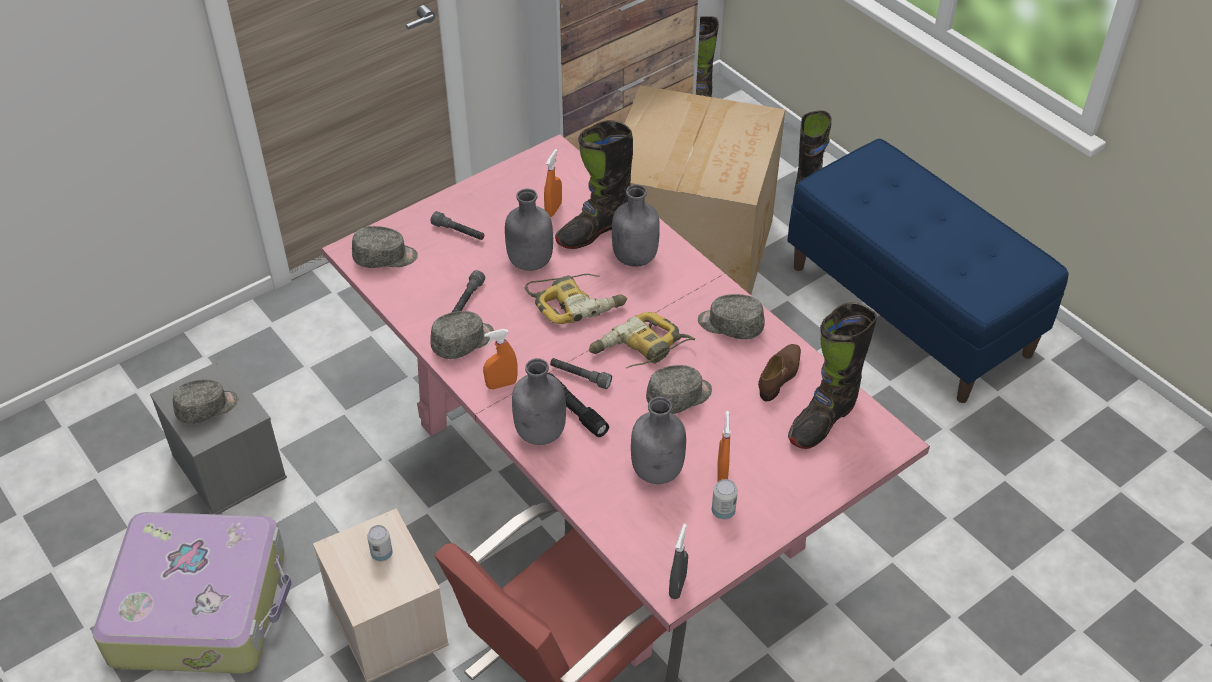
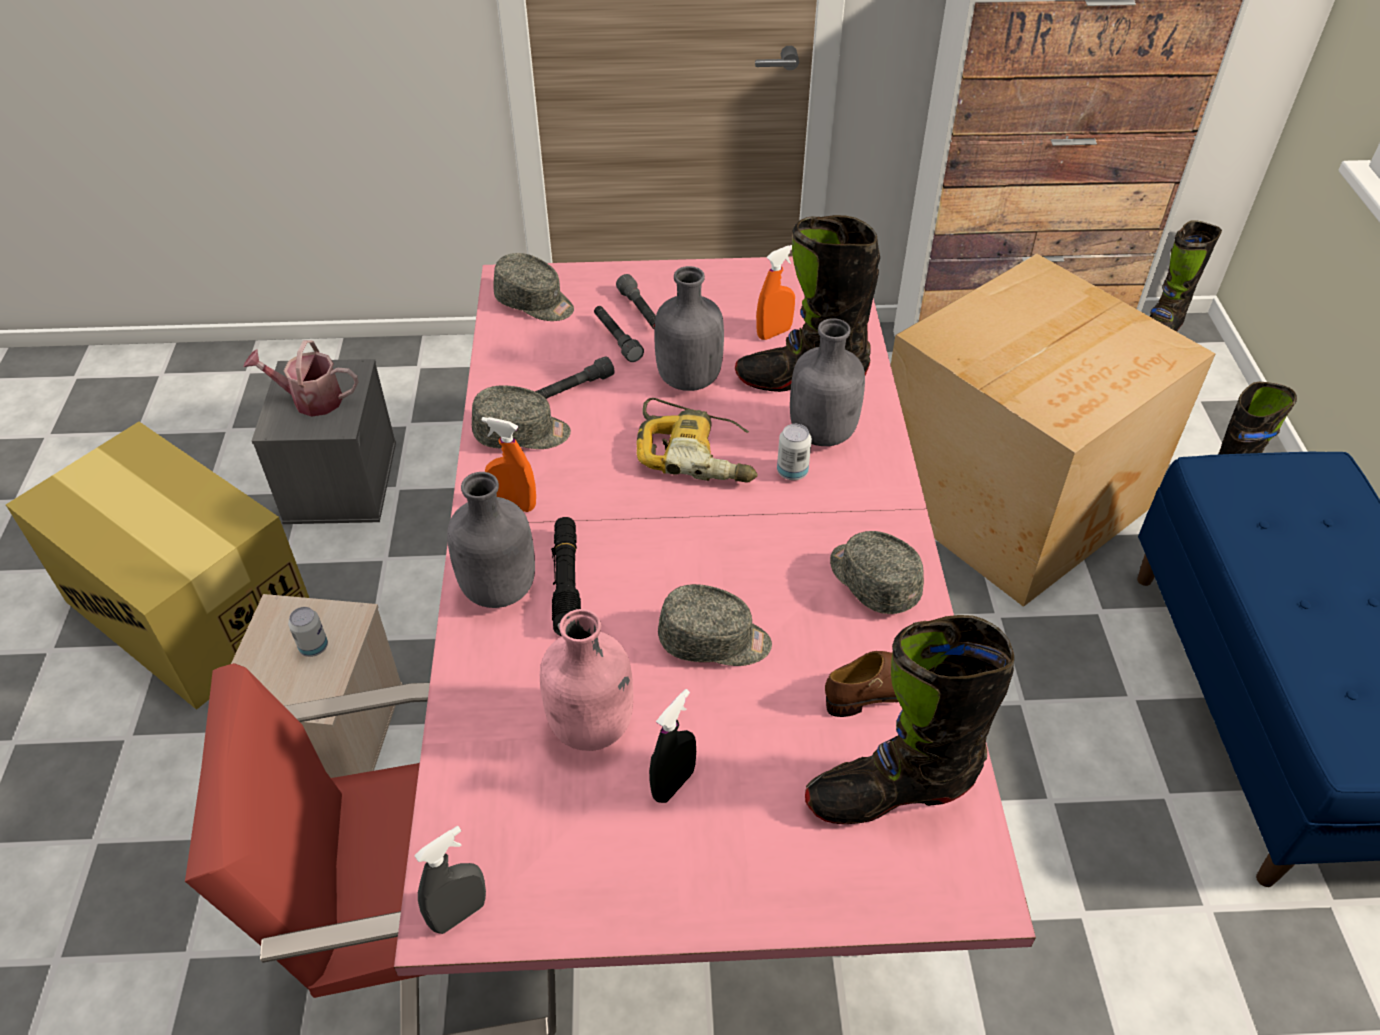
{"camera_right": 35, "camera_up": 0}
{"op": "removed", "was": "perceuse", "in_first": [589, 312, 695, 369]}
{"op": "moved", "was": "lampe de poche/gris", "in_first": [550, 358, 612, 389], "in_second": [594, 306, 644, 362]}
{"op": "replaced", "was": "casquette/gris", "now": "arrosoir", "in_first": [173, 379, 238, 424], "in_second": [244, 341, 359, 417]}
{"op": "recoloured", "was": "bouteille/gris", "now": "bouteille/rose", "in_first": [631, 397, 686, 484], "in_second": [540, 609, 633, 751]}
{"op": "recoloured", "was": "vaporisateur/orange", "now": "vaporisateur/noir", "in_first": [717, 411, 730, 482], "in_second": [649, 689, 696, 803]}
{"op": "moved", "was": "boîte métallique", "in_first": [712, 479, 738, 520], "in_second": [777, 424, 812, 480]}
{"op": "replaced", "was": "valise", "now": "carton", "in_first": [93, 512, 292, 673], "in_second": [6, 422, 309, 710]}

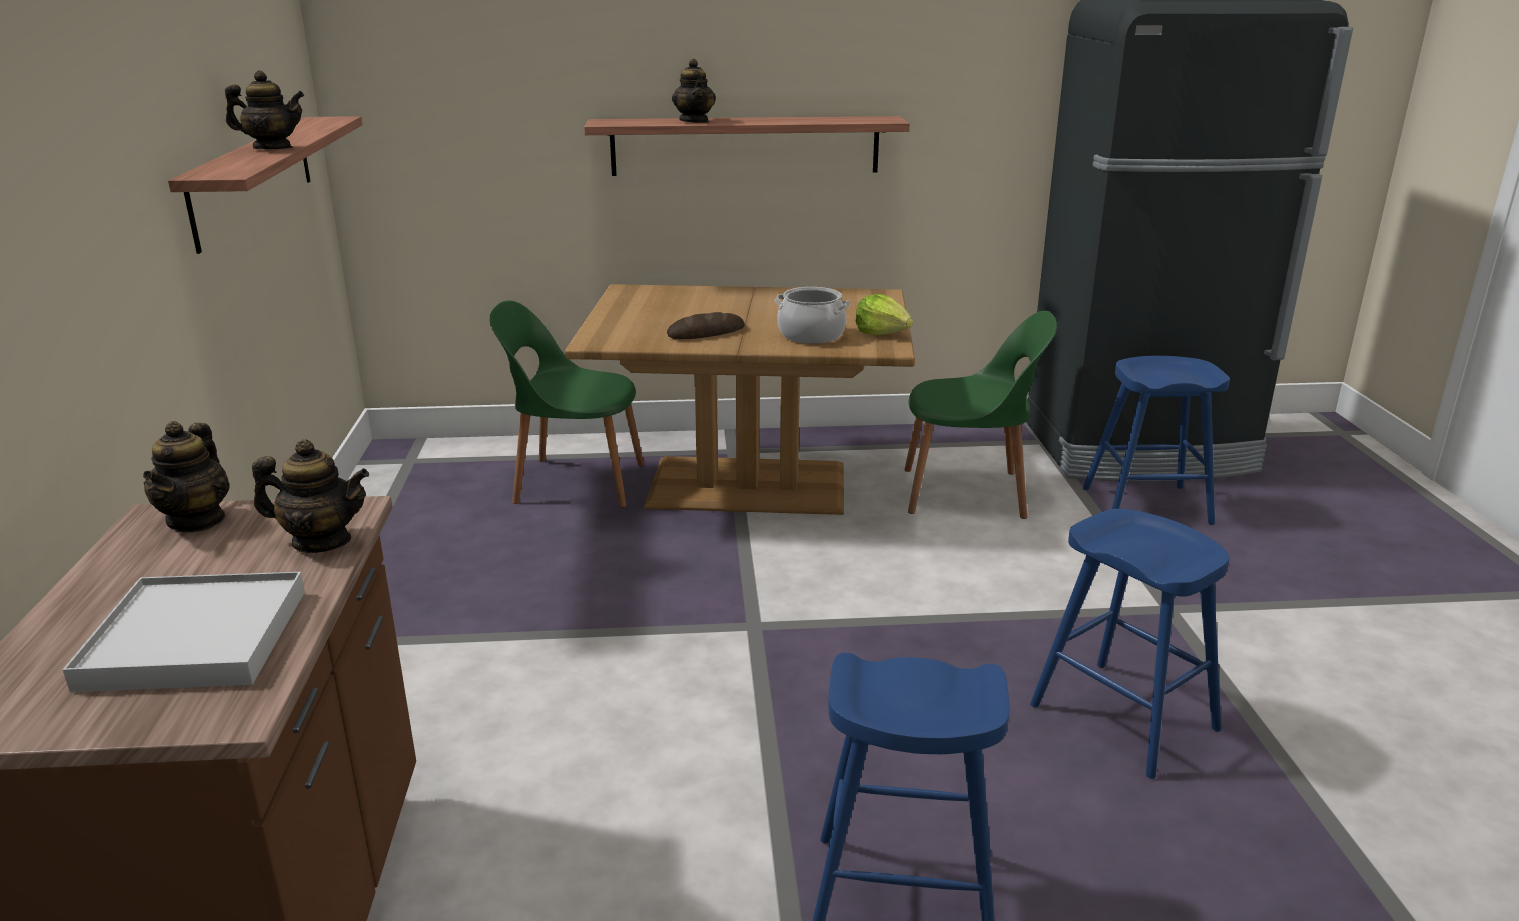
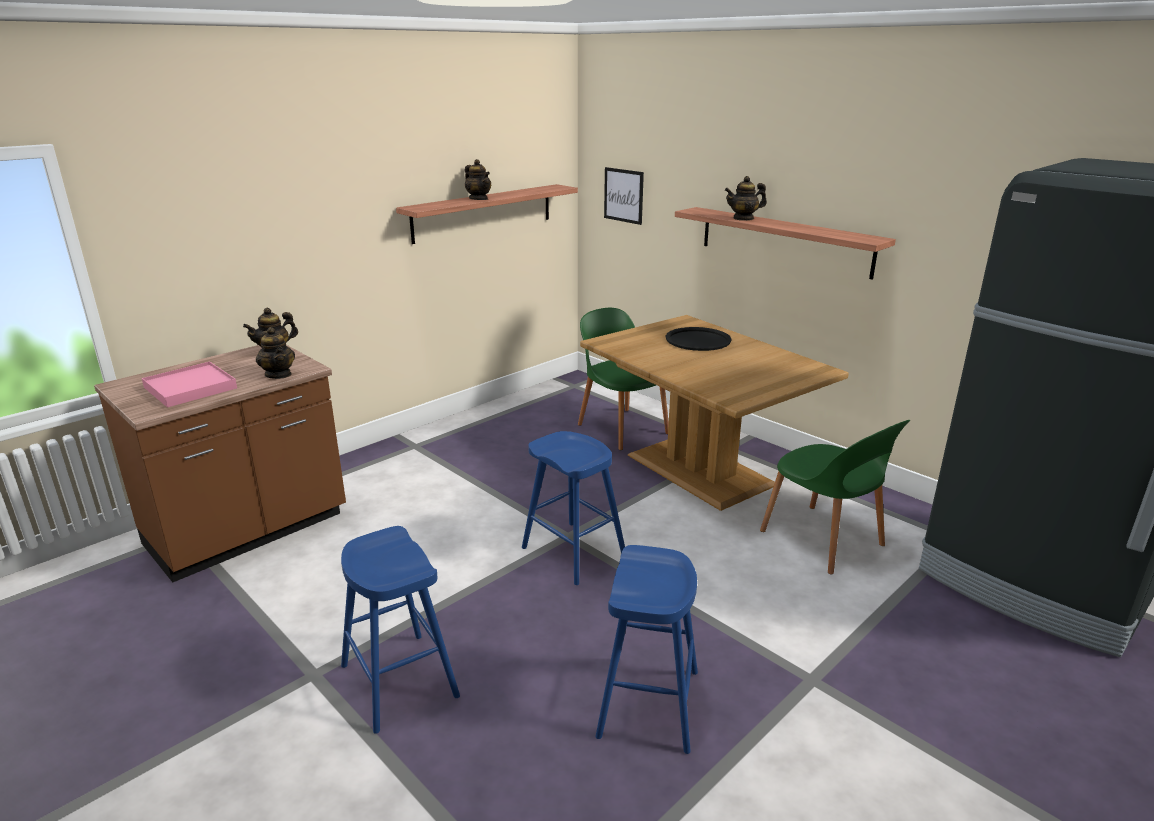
{"camera_right": 50, "camera_up": 0}
{"op": "turned", "was": "théière", "in_first": [672, 59, 716, 123], "in_second": [725, 176, 767, 221], "clockwise": 45}
{"op": "removed", "was": "marmite", "in_first": [775, 287, 850, 344]}
{"op": "removed", "was": "laitue", "in_first": [855, 294, 913, 335]}
{"op": "removed", "was": "pain", "in_first": [667, 312, 745, 339]}
{"op": "moved", "was": "tabouret/bleu", "in_first": [1083, 356, 1230, 525], "in_second": [522, 431, 625, 585]}
{"op": "recoloured", "was": "plateau/blanc", "now": "plateau/rose", "in_first": [63, 572, 305, 692], "in_second": [142, 361, 237, 407]}
{"op": "added", "now": "tableau", "in_second": [604, 167, 644, 225]}
{"op": "added", "now": "plateau/noir", "in_second": [666, 327, 732, 351]}

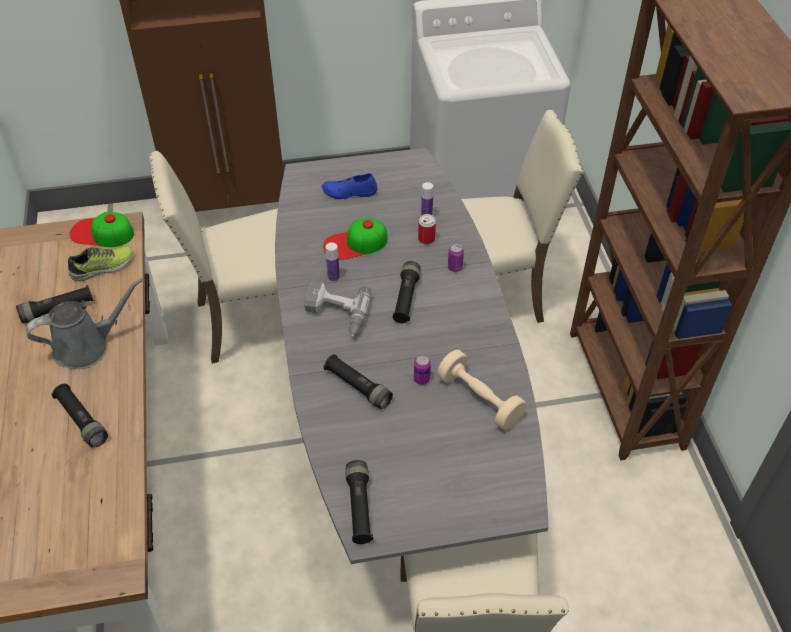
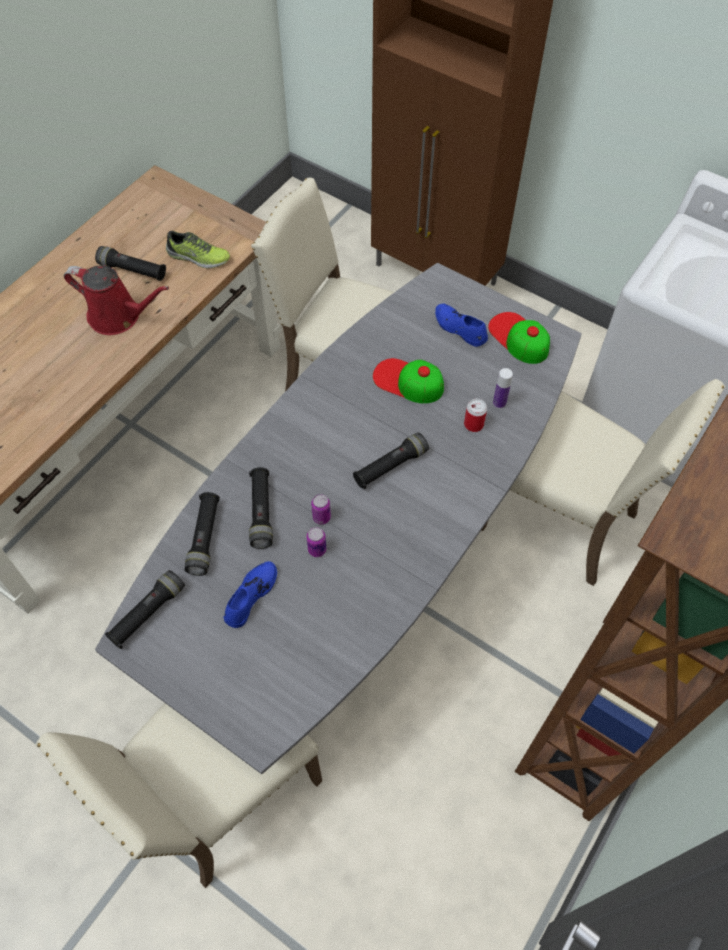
{"camera_right": 45, "camera_up": 10}
{"op": "moved", "was": "casquette", "in_first": [70, 211, 134, 247], "in_second": [488, 312, 550, 364]}
{"op": "removed", "was": "bouteille", "in_first": [326, 242, 340, 282]}
{"op": "moved", "was": "boîte métallique", "in_first": [448, 243, 464, 272], "in_second": [311, 494, 331, 525]}
{"op": "recoloured", "was": "arrosoir/gris", "now": "arrosoir/rouge", "in_first": [26, 278, 142, 369], "in_second": [64, 265, 169, 335]}
{"op": "removed", "was": "perceuse", "in_first": [304, 281, 371, 337]}
{"op": "removed", "was": "haltère/beige", "in_first": [437, 350, 526, 430]}
{"op": "moved", "was": "lampe de poche/noir", "in_first": [52, 384, 108, 448], "in_second": [185, 492, 220, 576]}
{"op": "added", "now": "chaussure/bleu", "in_second": [224, 561, 277, 628]}

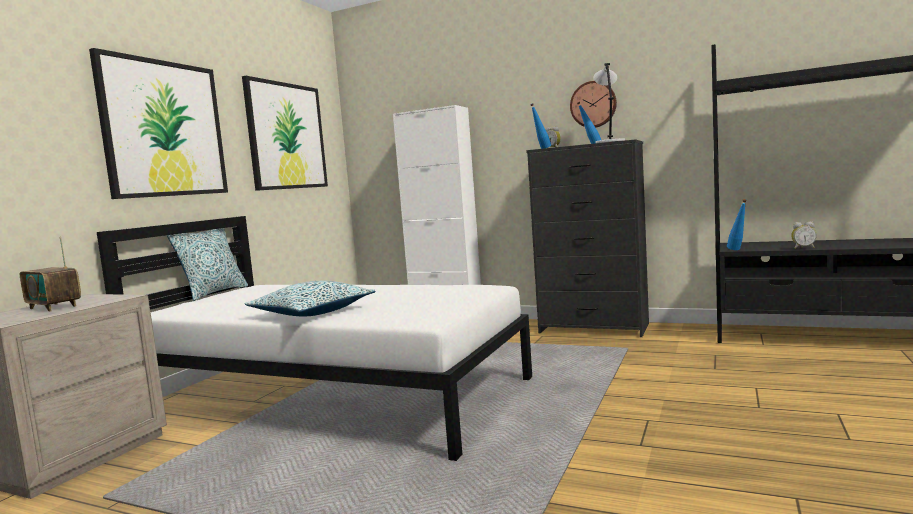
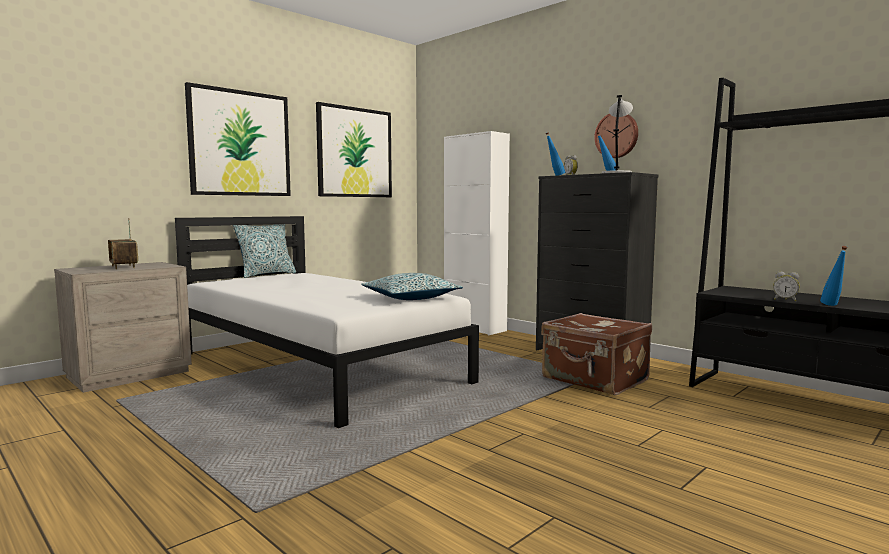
{"camera_right": 20, "camera_up": 0}
{"op": "moved", "was": "bouteille/bleu", "in_first": [727, 199, 747, 250], "in_second": [820, 246, 847, 306]}
{"op": "moved", "was": "coussin", "in_first": [245, 281, 376, 316], "in_second": [362, 273, 463, 300]}
{"op": "added", "now": "valise/marron", "in_second": [541, 313, 652, 395]}

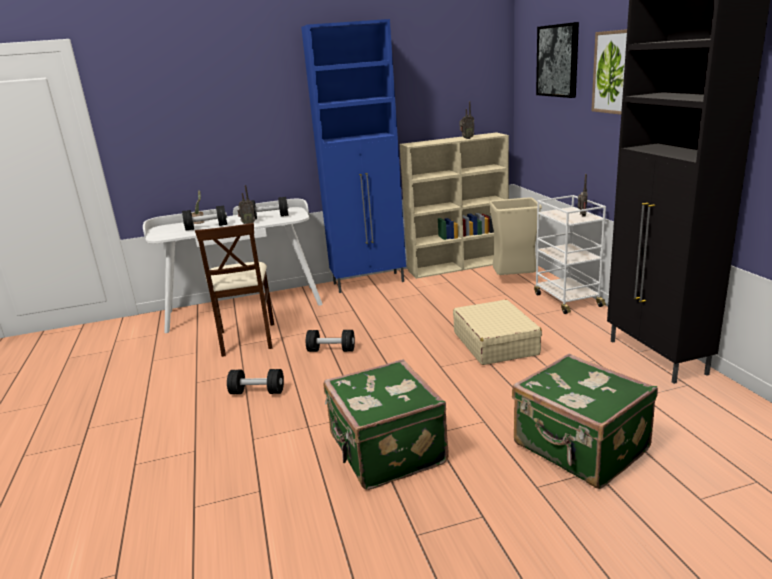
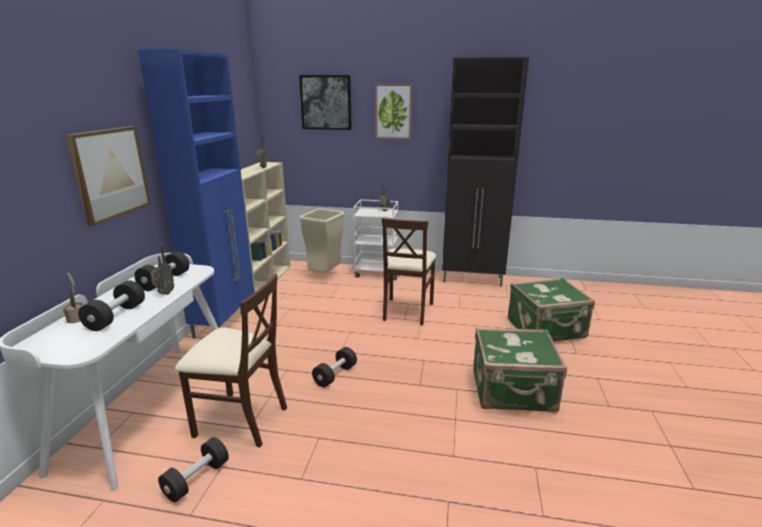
{"camera_right": -65, "camera_up": 0}
{"op": "replaced", "was": "valise/beige", "now": "chaise/beige", "in_first": [453, 300, 542, 365], "in_second": [382, 218, 437, 325]}
{"op": "moved", "was": "haltère/noir", "in_first": [227, 369, 284, 394], "in_second": [158, 437, 229, 502]}
{"op": "added", "now": "tableau", "in_second": [66, 126, 150, 226]}

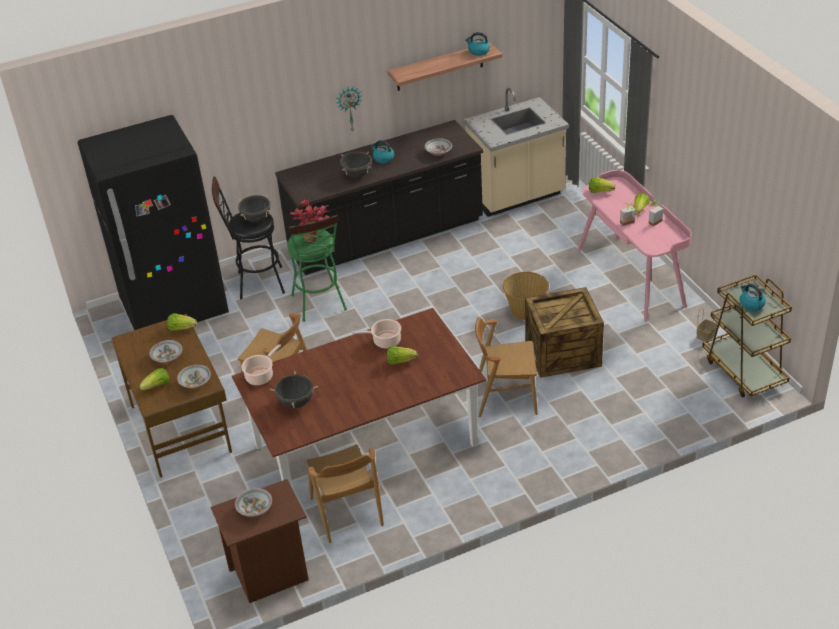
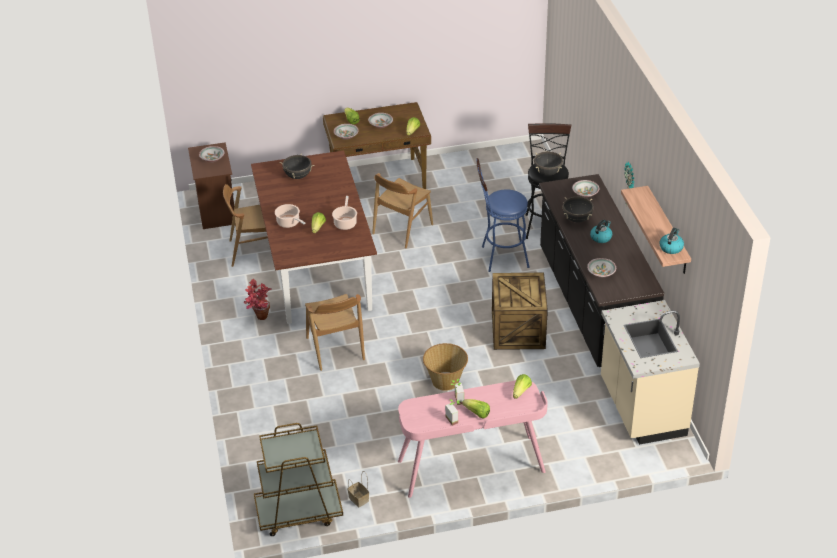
{"camera_right": 100, "camera_up": 0}
{"op": "removed", "was": "réfrigérateur/noir", "in_first": [78, 115, 229, 330]}
{"op": "moved", "was": "plante en pot", "in_first": [290, 200, 330, 243], "in_second": [244, 279, 271, 320]}
{"op": "recoloured", "was": "tabouret/vert", "now": "tabouret/bleu", "in_first": [287, 215, 347, 322], "in_second": [476, 158, 530, 272]}
{"op": "removed", "was": "bouilloire", "in_first": [739, 284, 766, 311]}
{"op": "moved", "was": "caisse", "in_first": [525, 287, 604, 378], "in_second": [492, 273, 548, 350]}
{"op": "turned", "was": "chaise/marron", "in_first": [475, 317, 538, 417], "in_second": [305, 294, 365, 371], "clockwise": 150}
{"op": "moved", "was": "marmite", "in_first": [241, 344, 281, 385], "in_second": [275, 204, 305, 228]}
{"op": "added", "now": "bol", "in_second": [572, 180, 600, 198]}

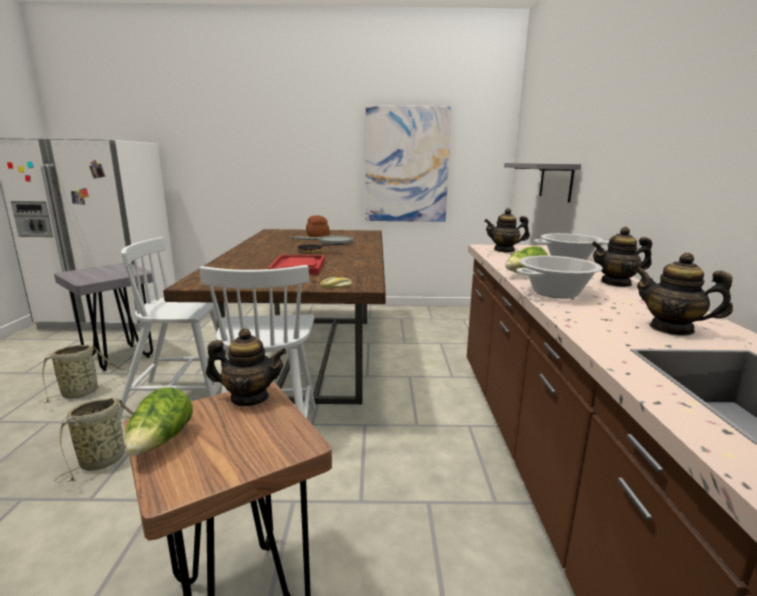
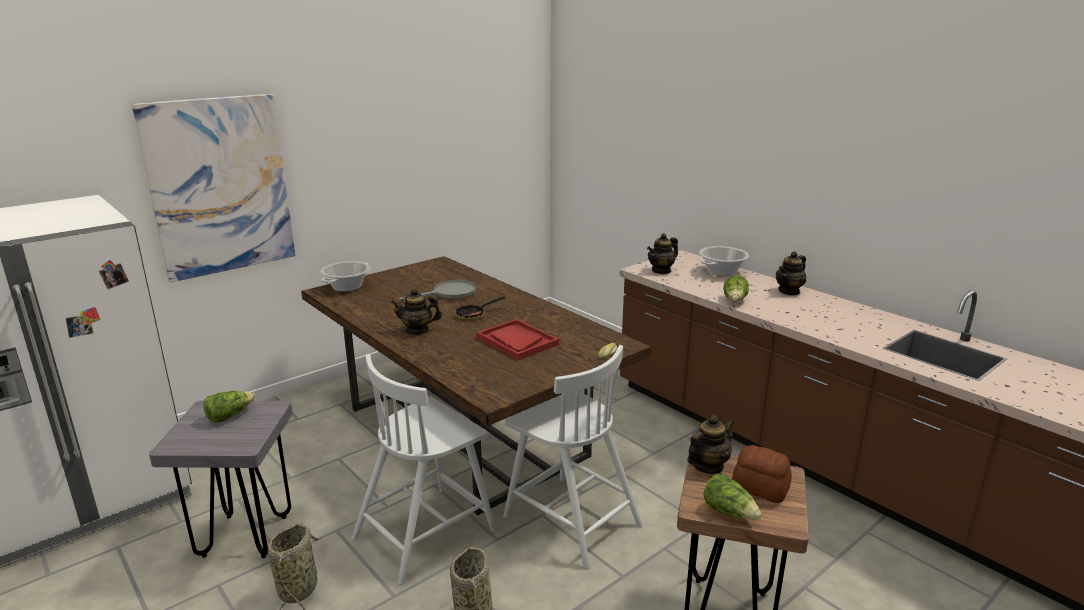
{"camera_right": -40, "camera_up": 5}
{"op": "moved", "was": "tableau", "in_first": [365, 105, 452, 222], "in_second": [132, 94, 296, 282]}
{"op": "removed", "was": "étagère/gris", "in_first": [504, 163, 581, 203]}
{"op": "moved", "was": "pain", "in_first": [306, 215, 330, 237], "in_second": [732, 445, 792, 503]}
{"op": "moved", "was": "théière", "in_first": [635, 253, 733, 336], "in_second": [391, 288, 442, 335]}
{"op": "moved", "was": "marmite", "in_first": [516, 256, 603, 298], "in_second": [320, 261, 370, 292]}
{"op": "added", "now": "laitue", "in_second": [203, 391, 255, 423]}

